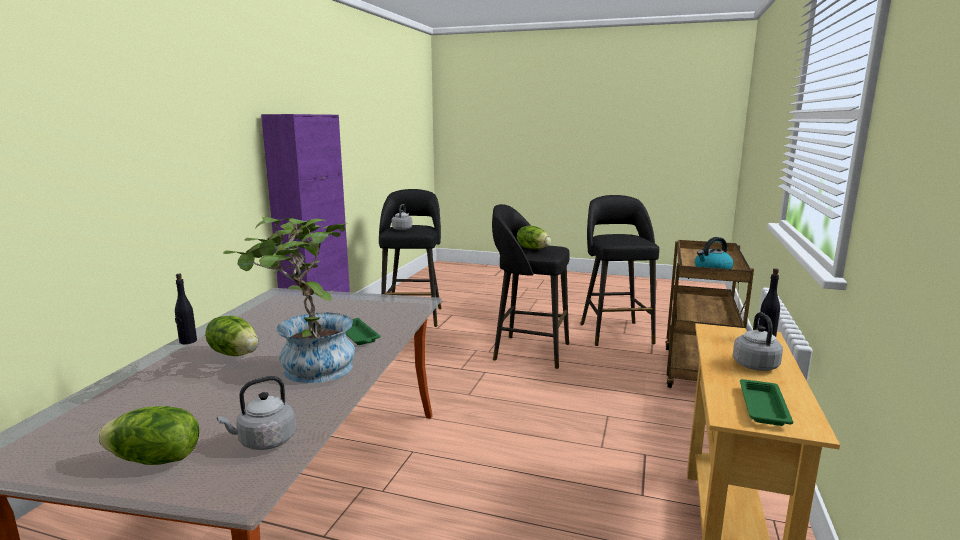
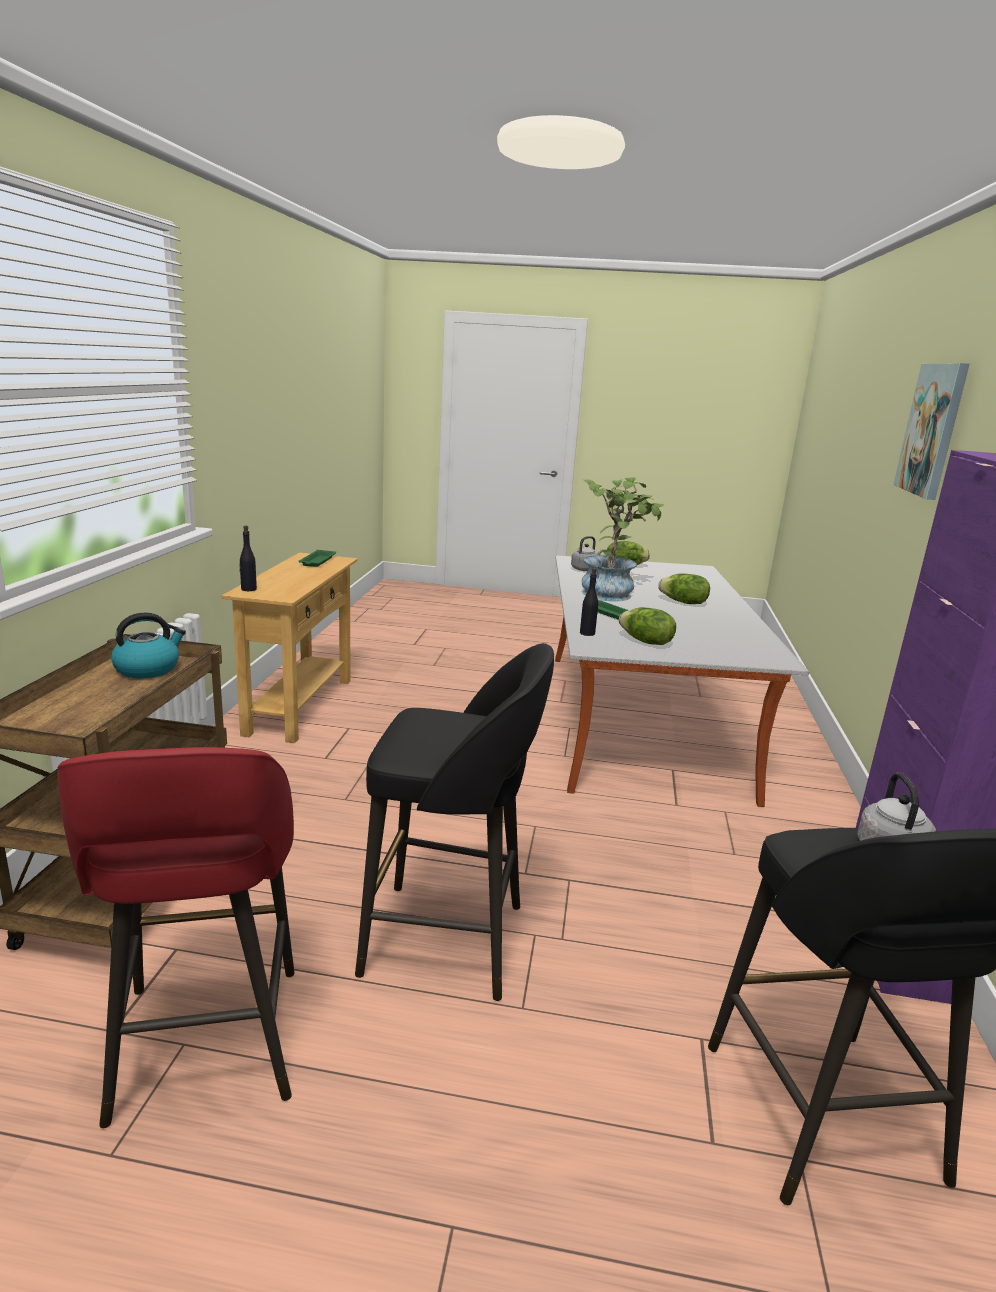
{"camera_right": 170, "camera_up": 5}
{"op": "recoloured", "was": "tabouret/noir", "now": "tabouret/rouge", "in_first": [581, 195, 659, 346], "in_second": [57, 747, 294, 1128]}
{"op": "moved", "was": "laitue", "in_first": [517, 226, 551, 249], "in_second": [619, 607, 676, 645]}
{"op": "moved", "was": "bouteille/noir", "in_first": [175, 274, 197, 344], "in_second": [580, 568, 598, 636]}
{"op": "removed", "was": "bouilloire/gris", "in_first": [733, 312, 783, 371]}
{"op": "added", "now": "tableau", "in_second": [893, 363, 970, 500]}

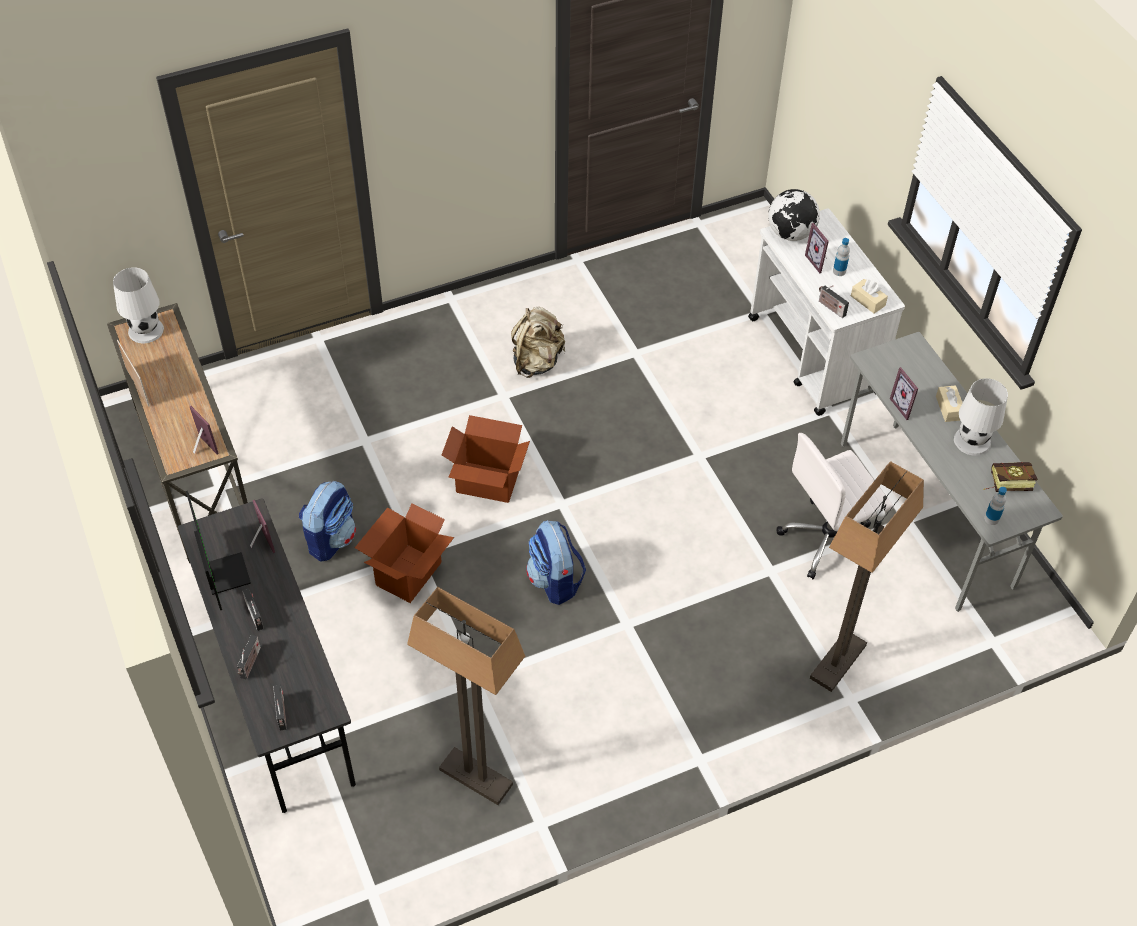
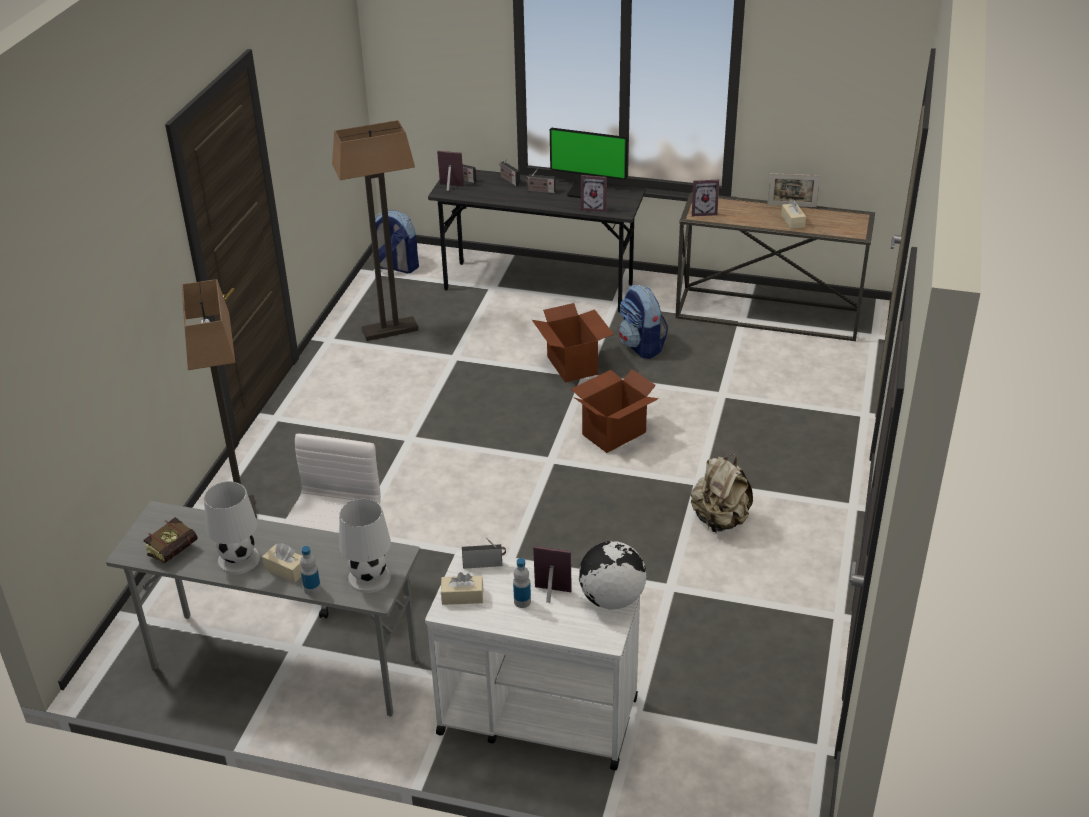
{"camera_right": 130, "camera_up": -15}
{"op": "moved", "was": "lampe de table/blanc", "in_first": [113, 267, 164, 343], "in_second": [339, 498, 391, 593]}
{"op": "moved", "was": "cadre photo", "in_first": [890, 367, 918, 420], "in_second": [437, 151, 464, 191]}
{"op": "moved", "was": "bouteille", "in_first": [984, 487, 1007, 525], "in_second": [300, 546, 321, 595]}
{"op": "moved", "was": "sac à dos", "in_first": [526, 520, 586, 605], "in_second": [375, 210, 419, 273]}
{"op": "added", "now": "boîte à mouchoirs/beige", "in_second": [781, 199, 806, 229]}

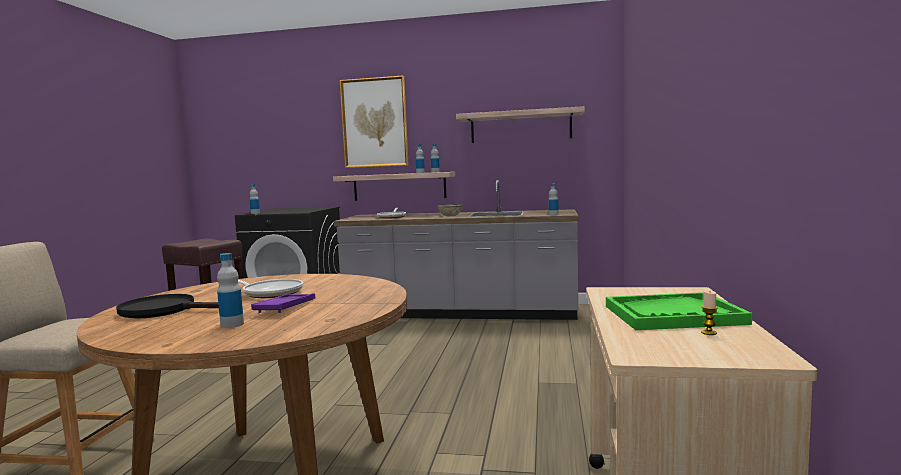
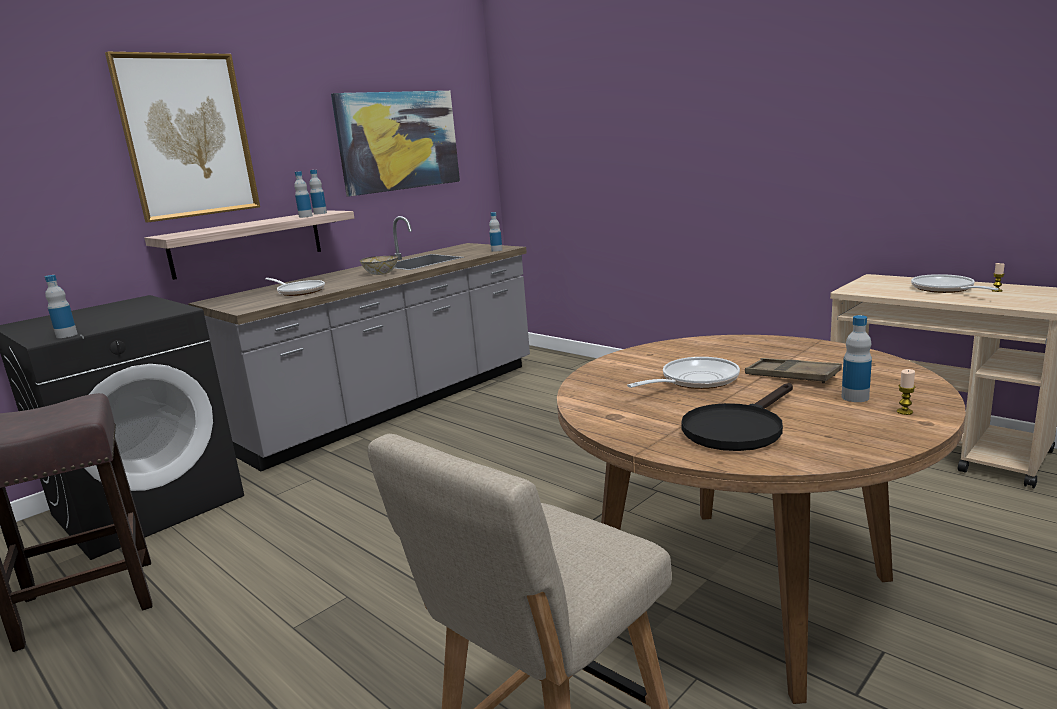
{"camera_right": -55, "camera_up": 10}
{"op": "replaced", "was": "étagère", "now": "tableau", "in_first": [456, 106, 585, 143], "in_second": [331, 91, 460, 196]}
{"op": "replaced", "was": "plateau/vert", "now": "poêle", "in_first": [606, 292, 752, 330], "in_second": [911, 274, 999, 293]}
{"op": "recoloured", "was": "plateau/violet", "now": "plateau/marron", "in_first": [251, 293, 316, 313], "in_second": [745, 358, 842, 383]}
{"op": "added", "now": "bougie", "in_second": [897, 369, 916, 415]}

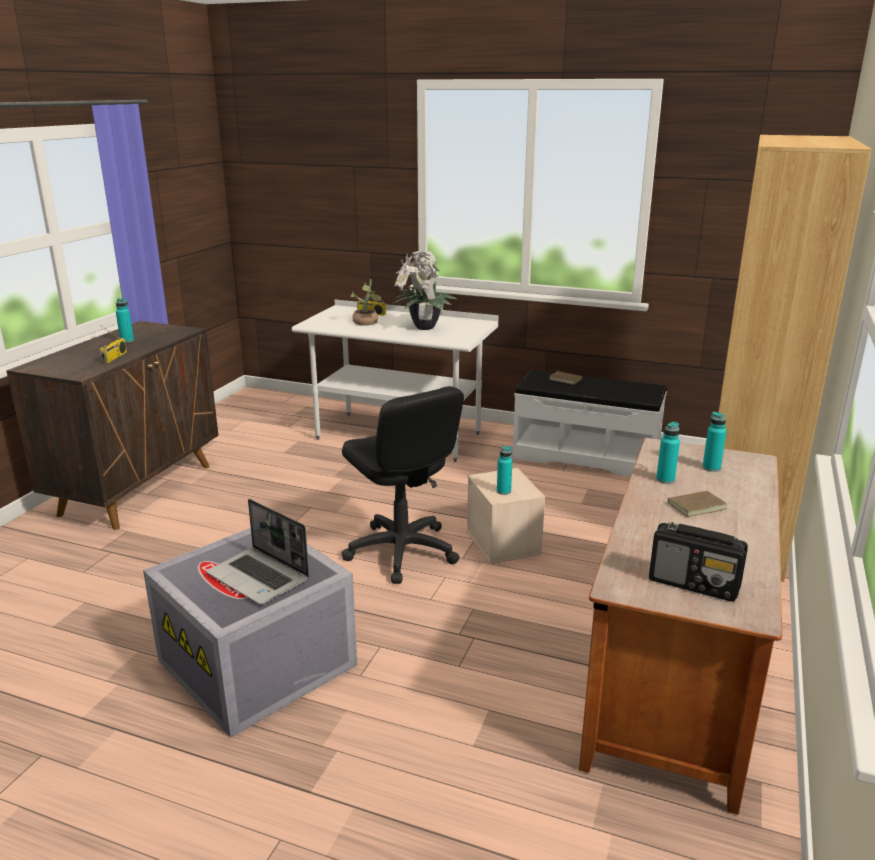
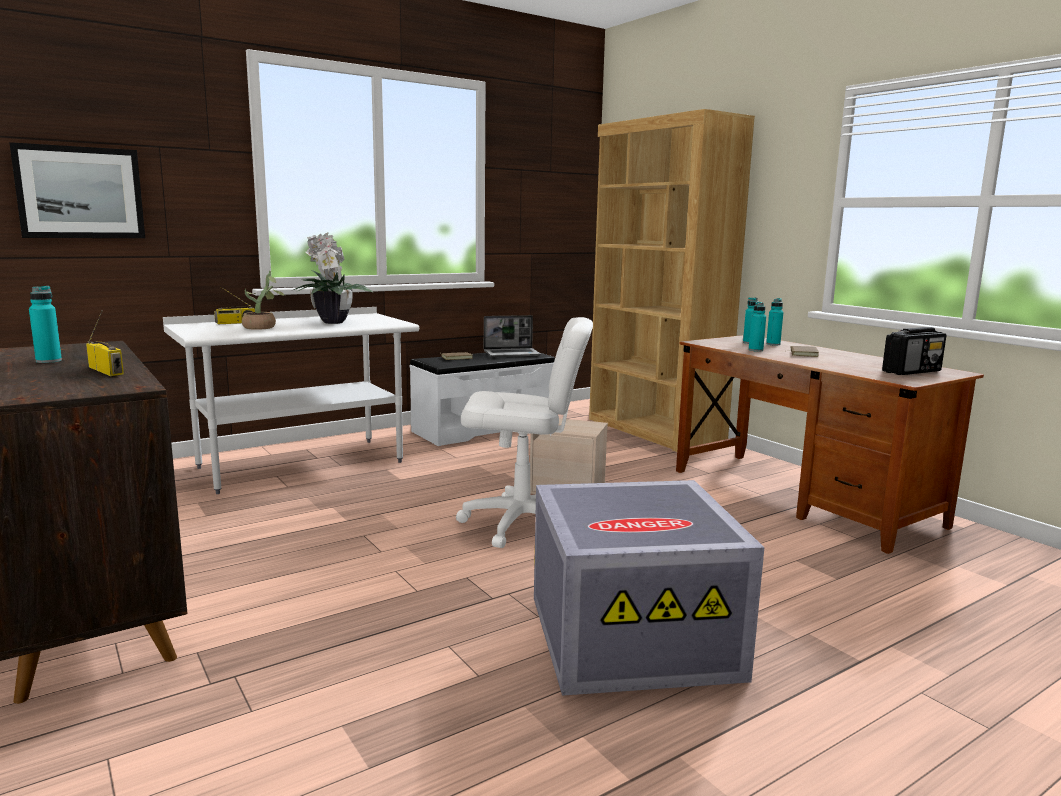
{"camera_right": -55, "camera_up": -10}
{"op": "recoloured", "was": "chaise de bureau/noir", "now": "chaise de bureau/blanc", "in_first": [342, 386, 464, 584], "in_second": [456, 317, 593, 548]}
{"op": "moved", "was": "bouteille/turquoise", "in_first": [497, 446, 512, 495], "in_second": [766, 298, 783, 346]}
{"op": "moved", "was": "ordinateur portable", "in_first": [206, 499, 309, 605], "in_second": [484, 315, 541, 357]}
{"op": "added", "now": "tableau", "in_second": [9, 142, 145, 238]}

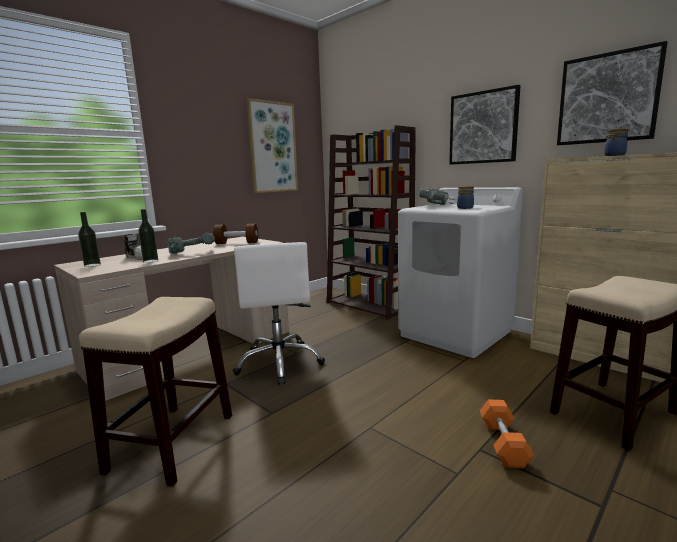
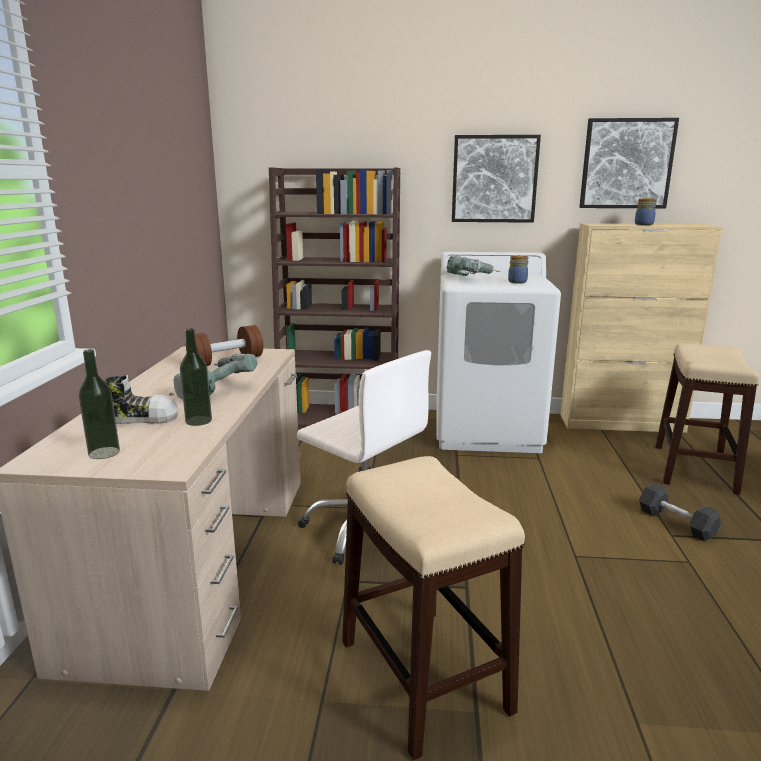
{"camera_right": -40, "camera_up": 5}
{"op": "removed", "was": "tableau", "in_first": [247, 98, 298, 193]}
{"op": "recoloured", "was": "haltère/orange", "now": "haltère/gris", "in_first": [480, 400, 534, 468], "in_second": [639, 483, 721, 541]}

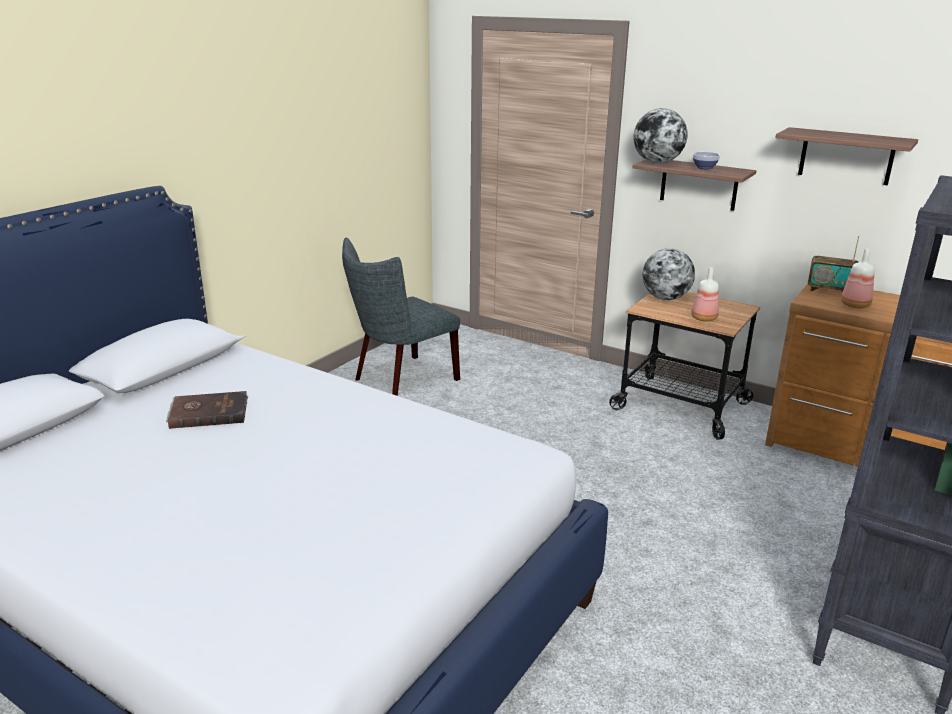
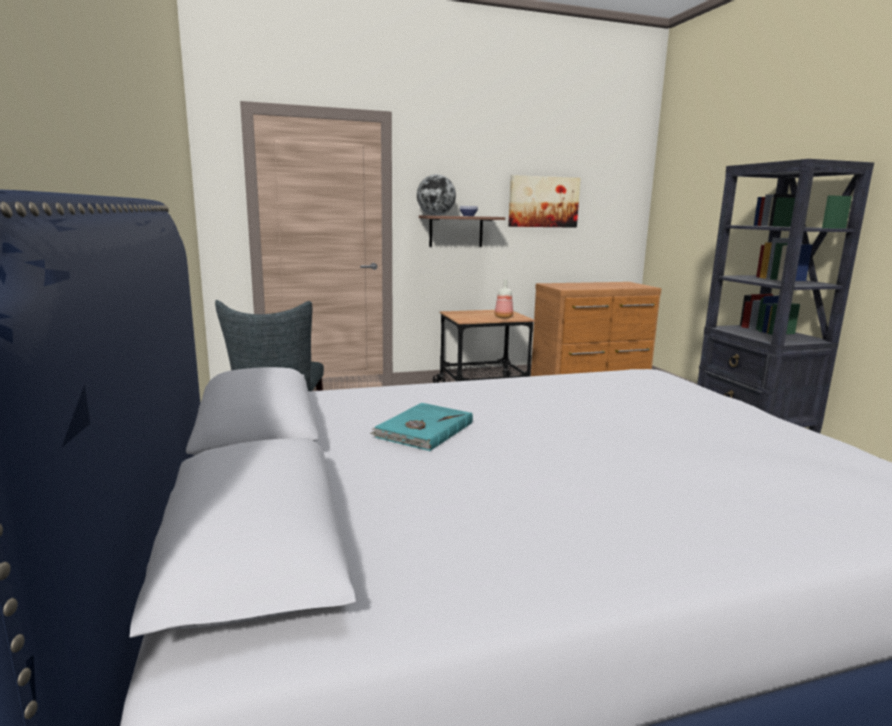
{"camera_right": -50, "camera_up": -10}
{"op": "replaced", "was": "étagère", "now": "tableau", "in_first": [775, 127, 918, 185], "in_second": [508, 175, 581, 228]}
{"op": "removed", "was": "radio", "in_first": [808, 236, 859, 292]}
{"op": "removed", "was": "globe", "in_first": [642, 248, 695, 300]}
{"op": "removed", "was": "bouteille", "in_first": [841, 248, 875, 308]}
{"op": "recoloured", "was": "livre/marron", "now": "livre/turquoise", "in_first": [166, 391, 248, 429], "in_second": [370, 403, 473, 451]}

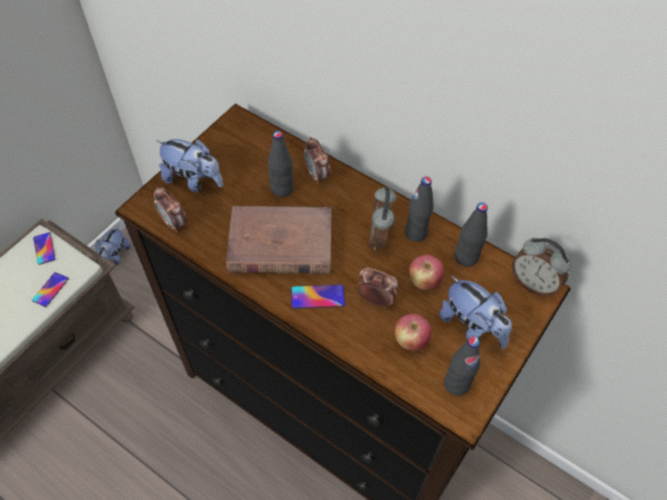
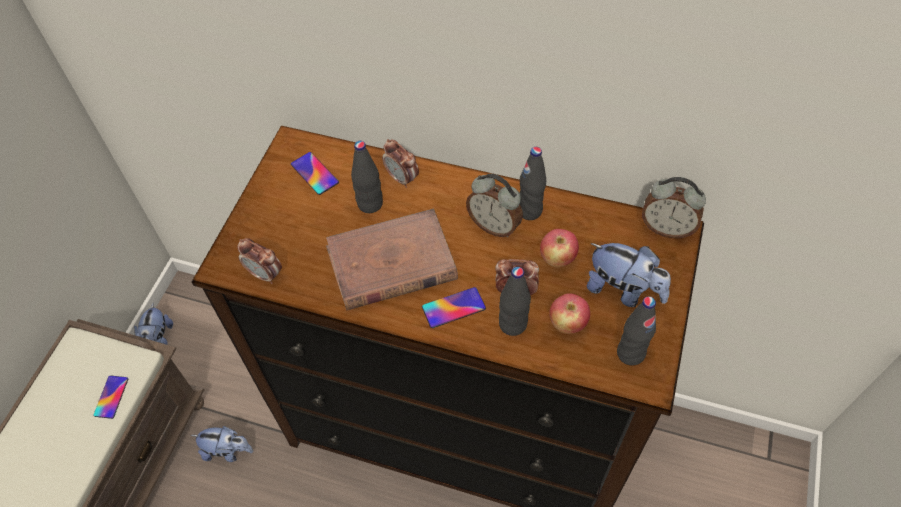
{"camera_right": -15, "camera_up": 0}
{"op": "moved", "was": "peluche", "in_first": [156, 139, 223, 193], "in_second": [191, 426, 253, 462]}
{"op": "turned", "was": "réveil", "in_first": [369, 187, 396, 250], "in_second": [466, 174, 523, 237], "clockwise": -45}
{"op": "moved", "was": "bouteille/noir", "in_first": [455, 202, 488, 267], "in_second": [499, 267, 531, 336]}
{"op": "moved", "was": "téléphone", "in_first": [33, 232, 55, 265], "in_second": [291, 152, 339, 195]}

